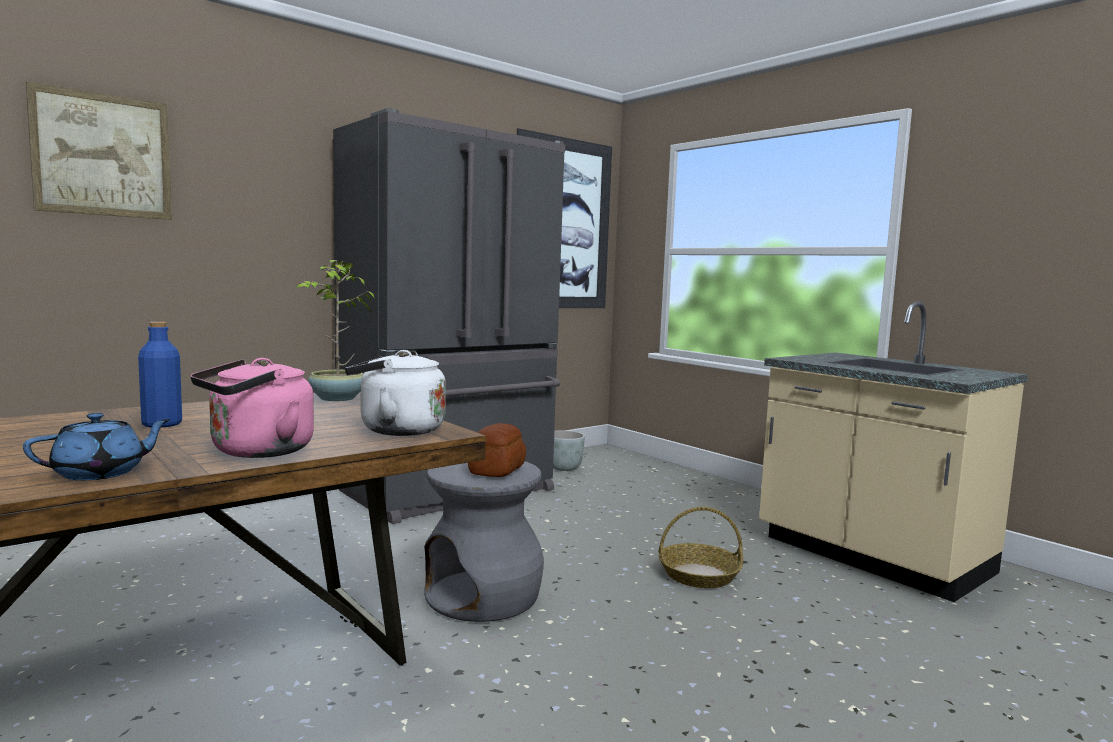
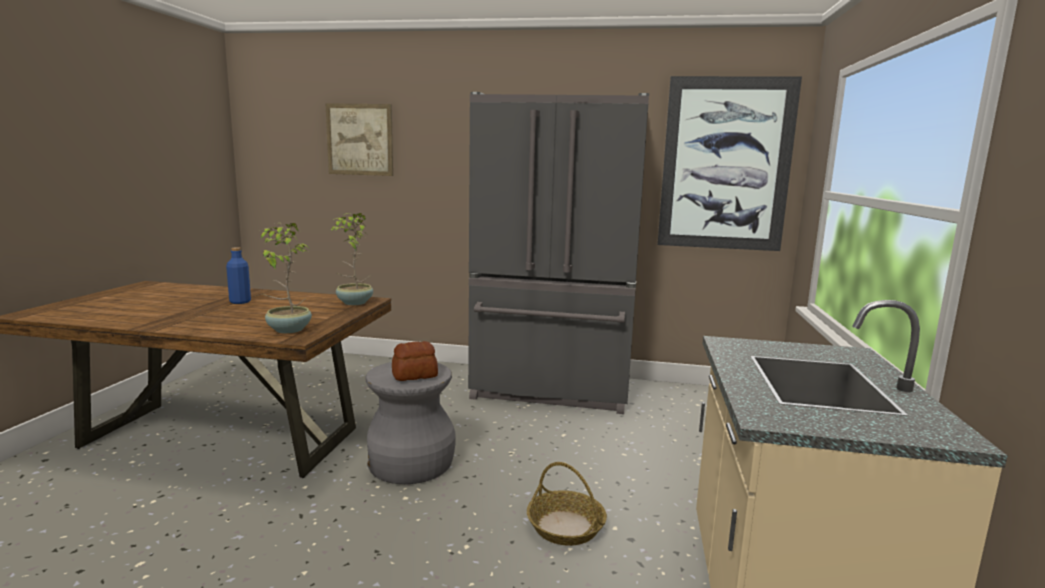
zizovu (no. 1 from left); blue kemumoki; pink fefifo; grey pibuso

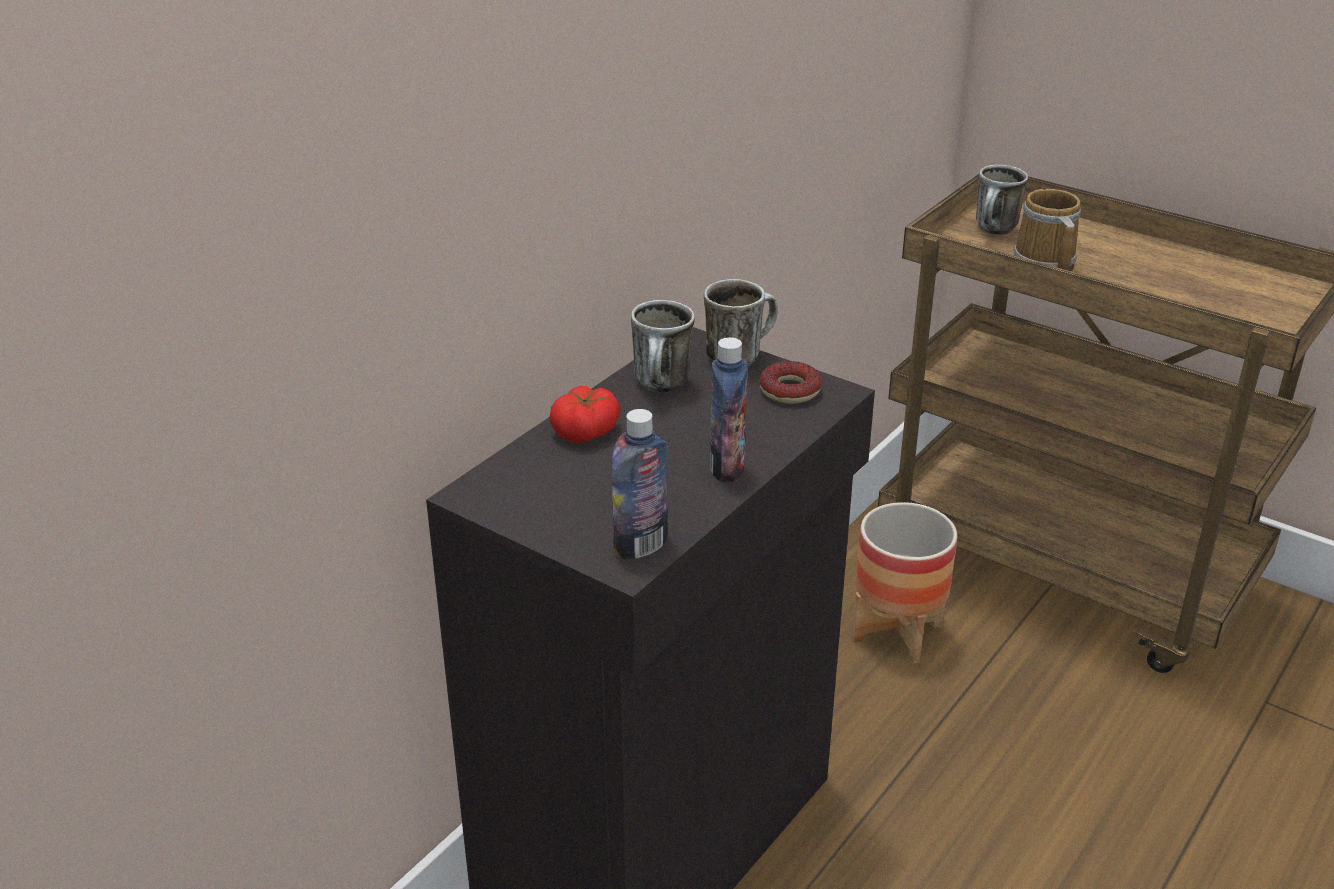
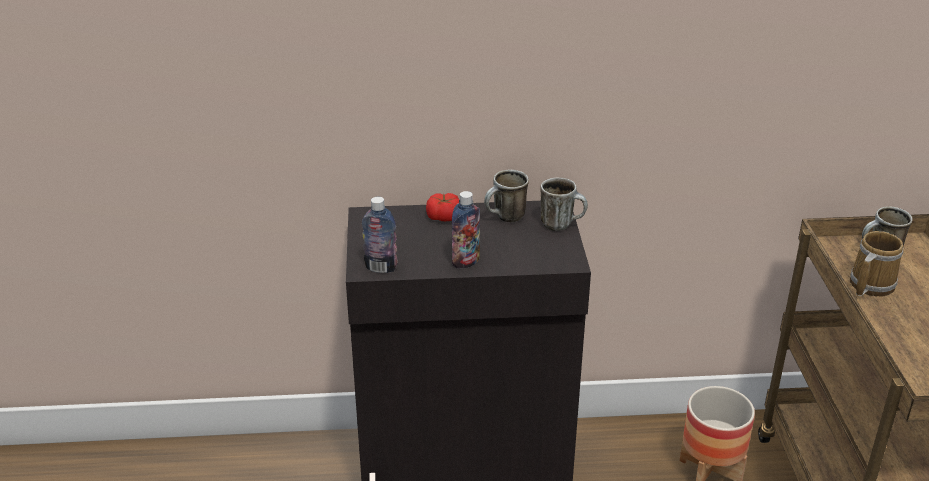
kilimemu

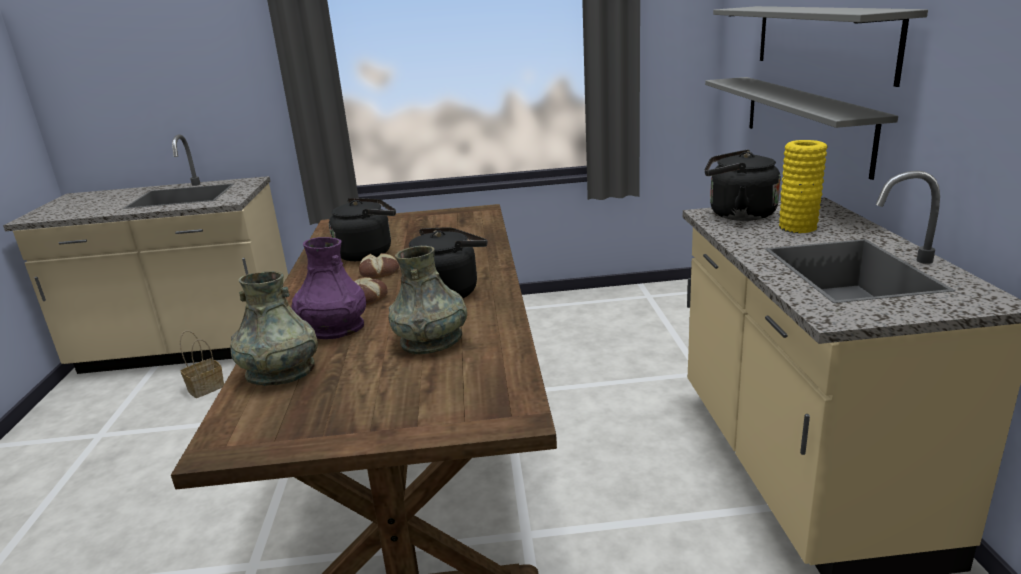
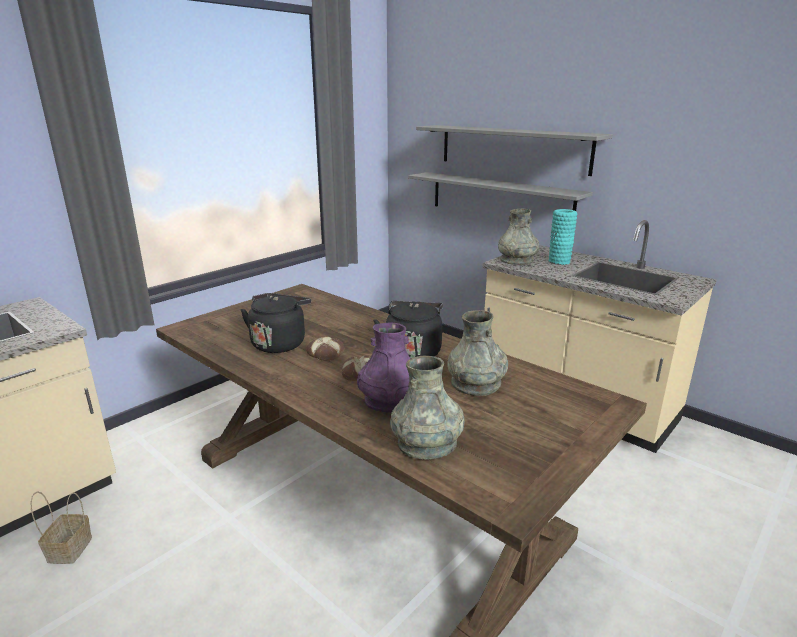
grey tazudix (no. 3 from left); turquoise tazudix

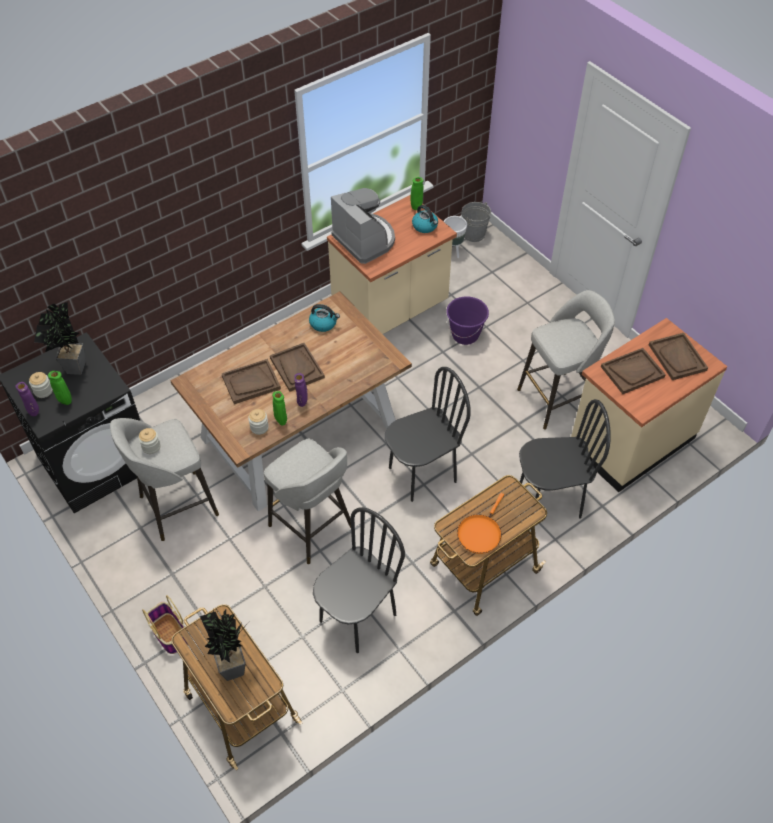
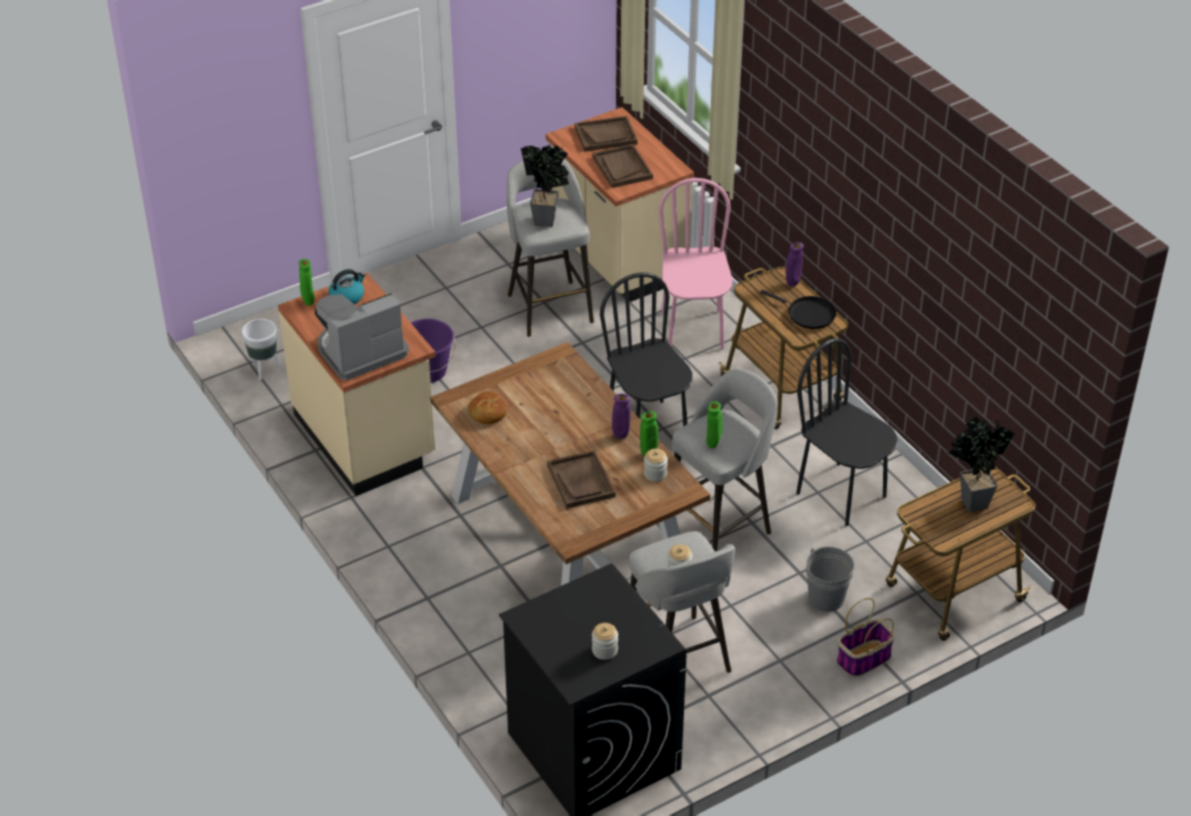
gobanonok; zizovu (no. 1 from left); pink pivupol; green tazudix (no. 3 from left); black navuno; purple tazudix (no. 2 from left); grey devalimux; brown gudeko (no. 2 from left in the first image)

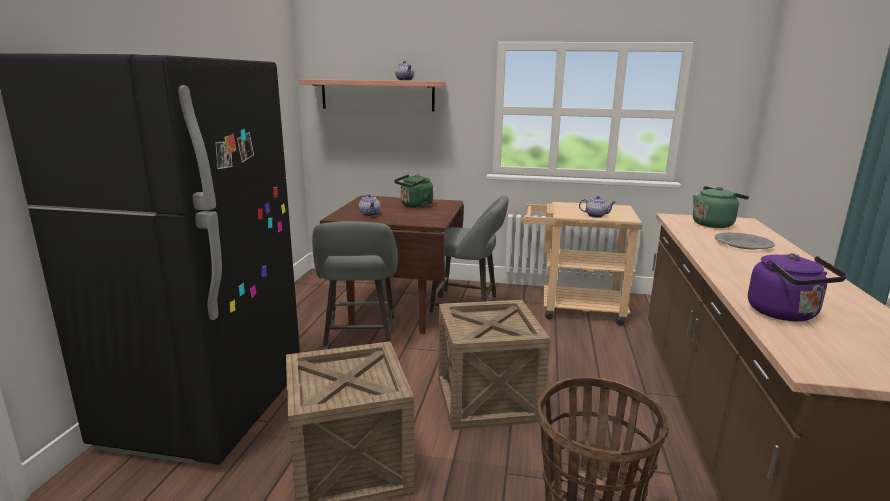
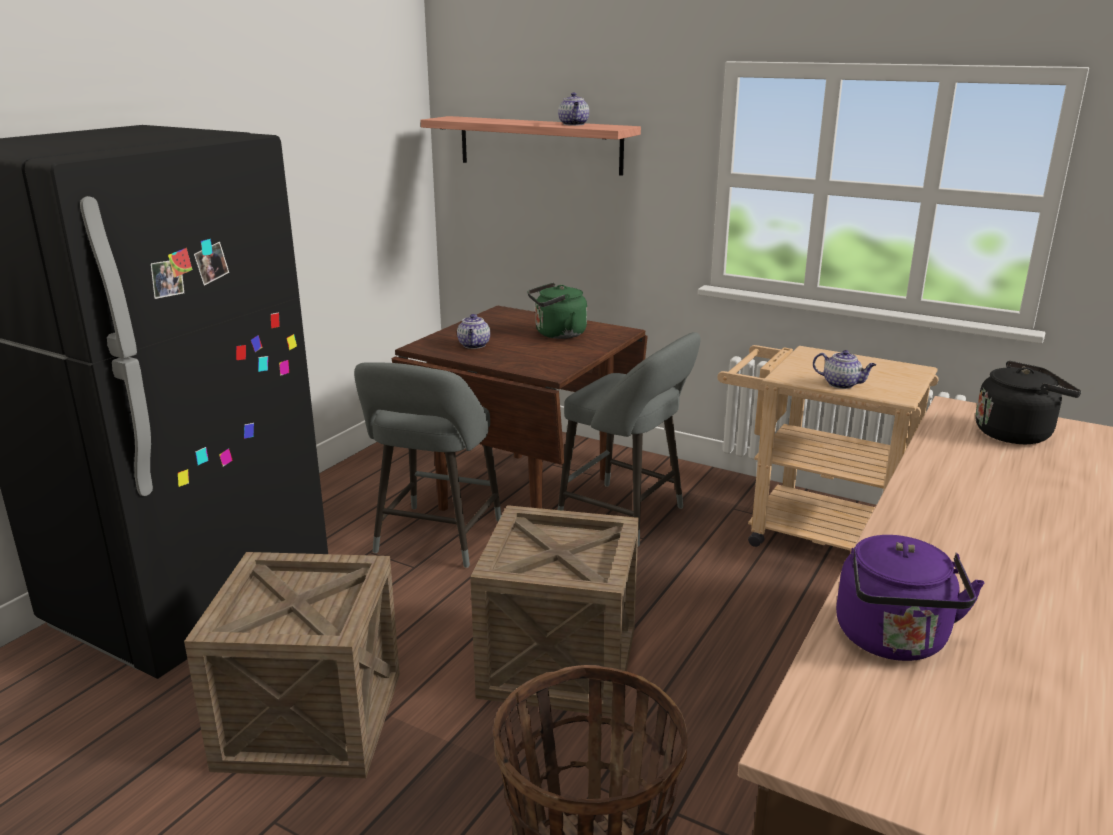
black fefifo; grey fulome

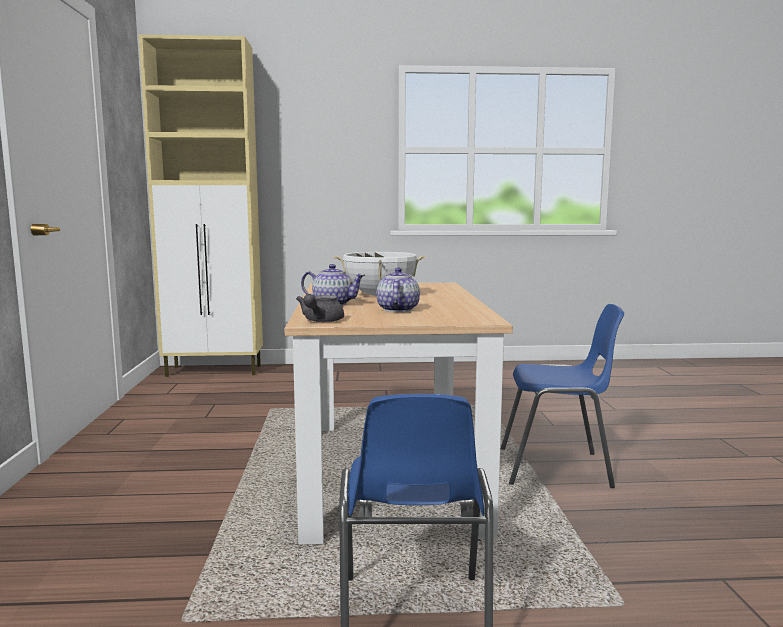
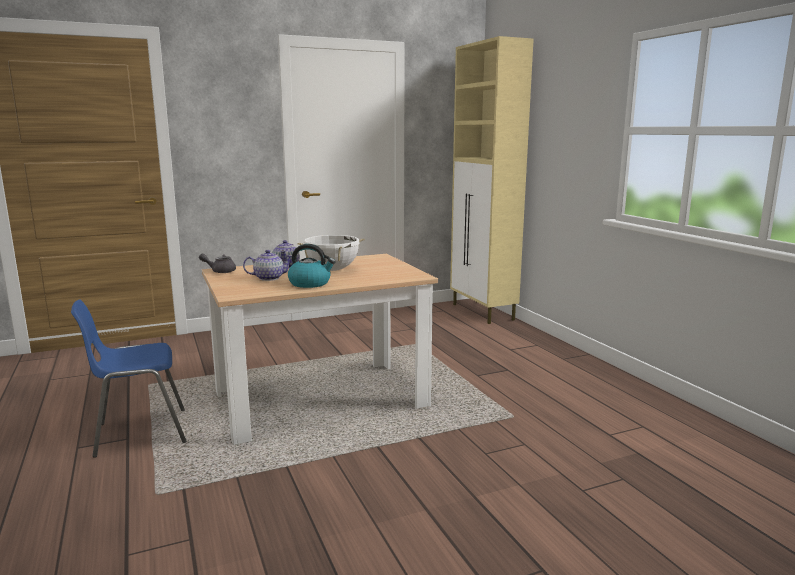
fefifo; blue pivupol (no. 2 from left in the first image)

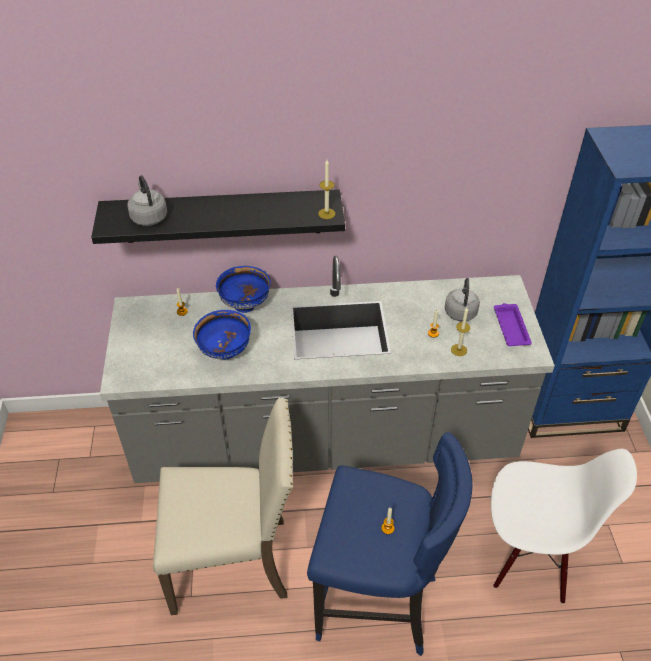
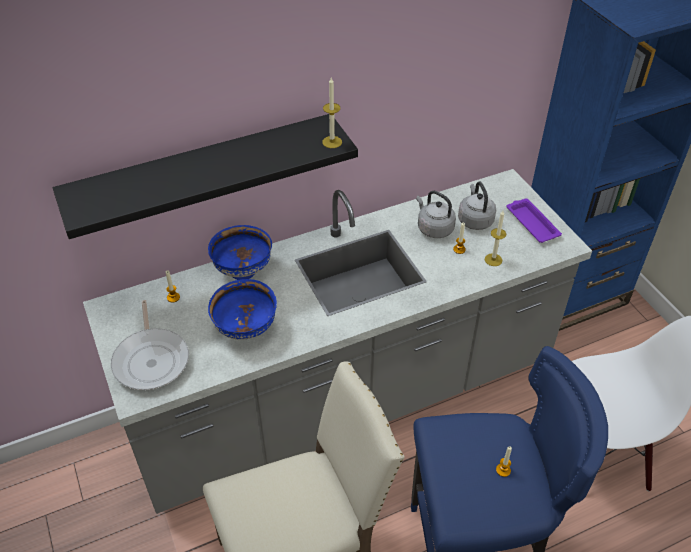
navuno; grey fefifo (no. 1 from left)

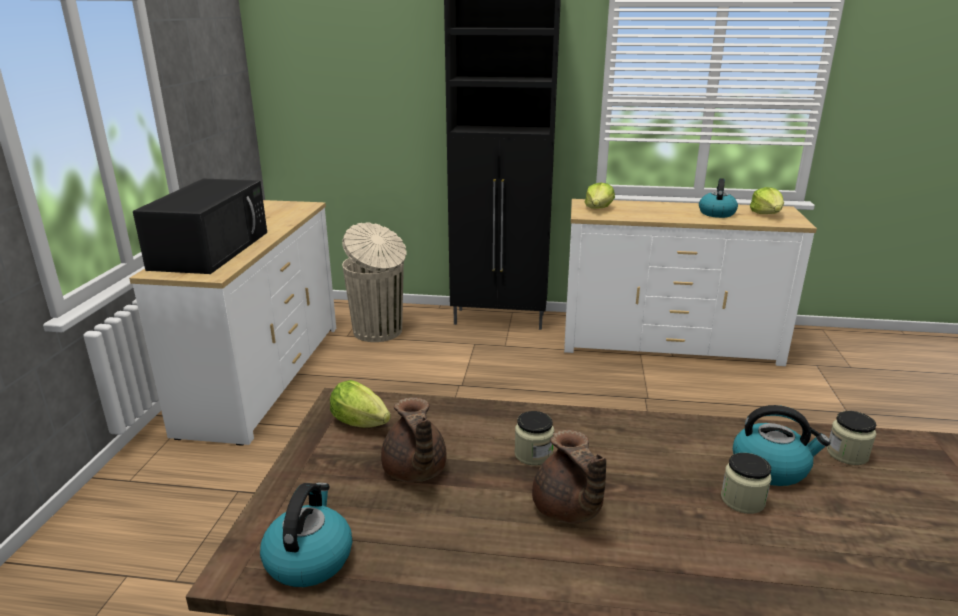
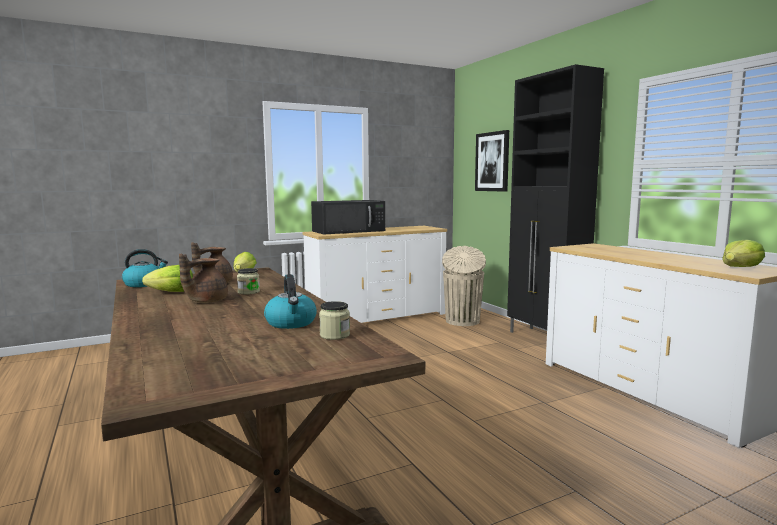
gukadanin (no. 1 from left); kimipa; fefifo (no. 2 from left in the first image); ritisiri (no. 2 from left in the first image)

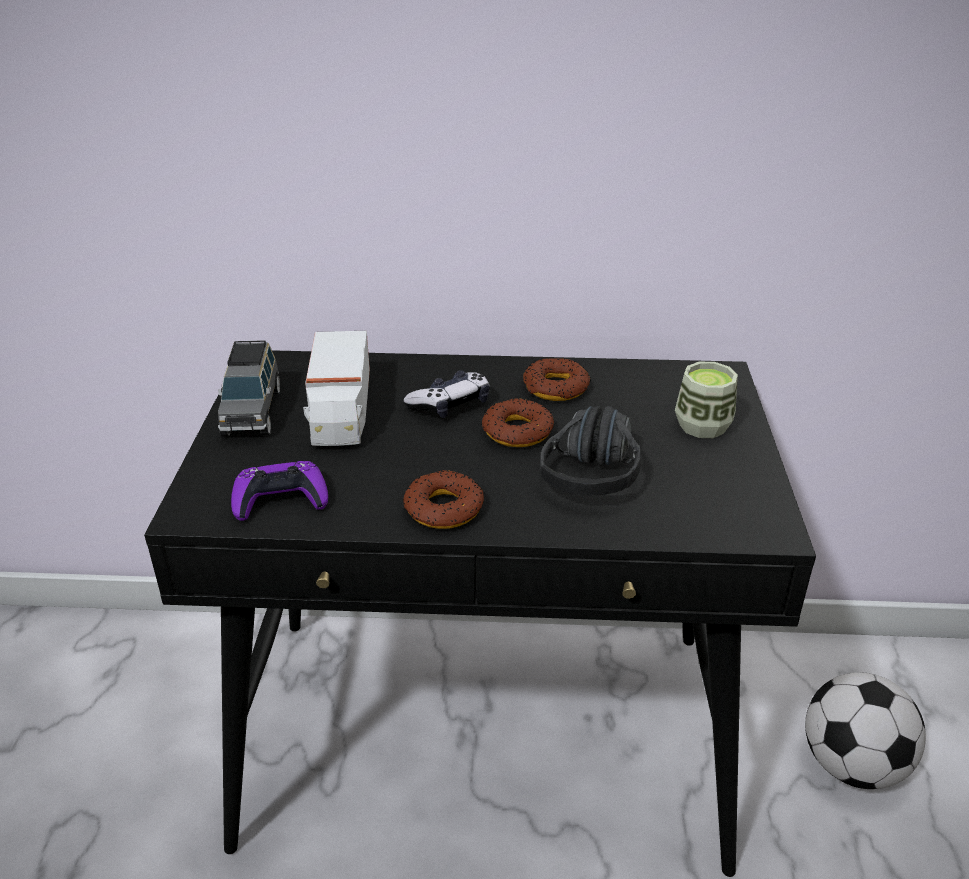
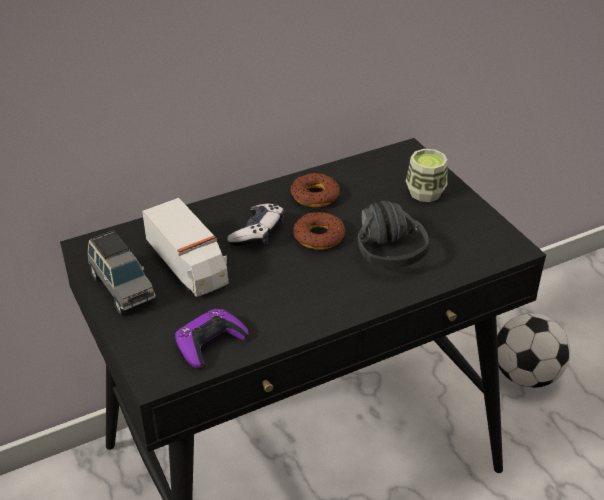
kilimemu (no. 1 from left in the first image)

